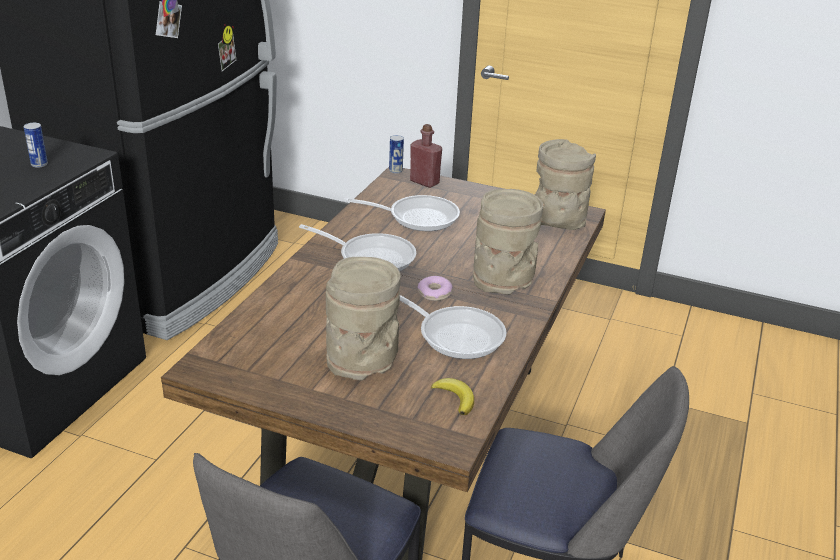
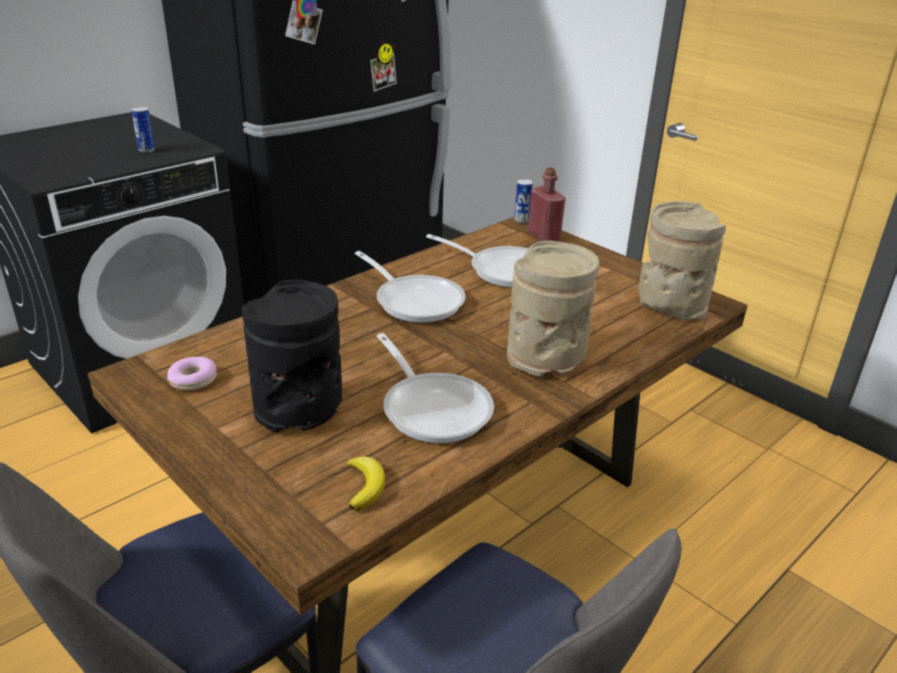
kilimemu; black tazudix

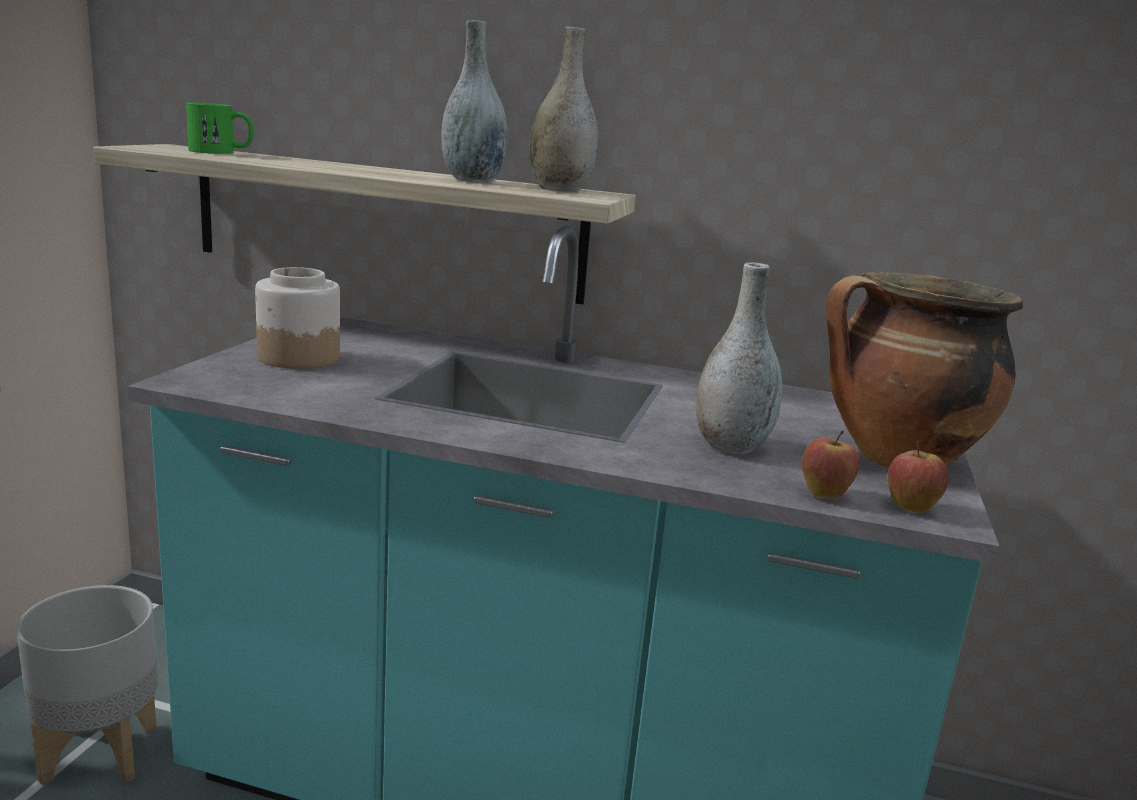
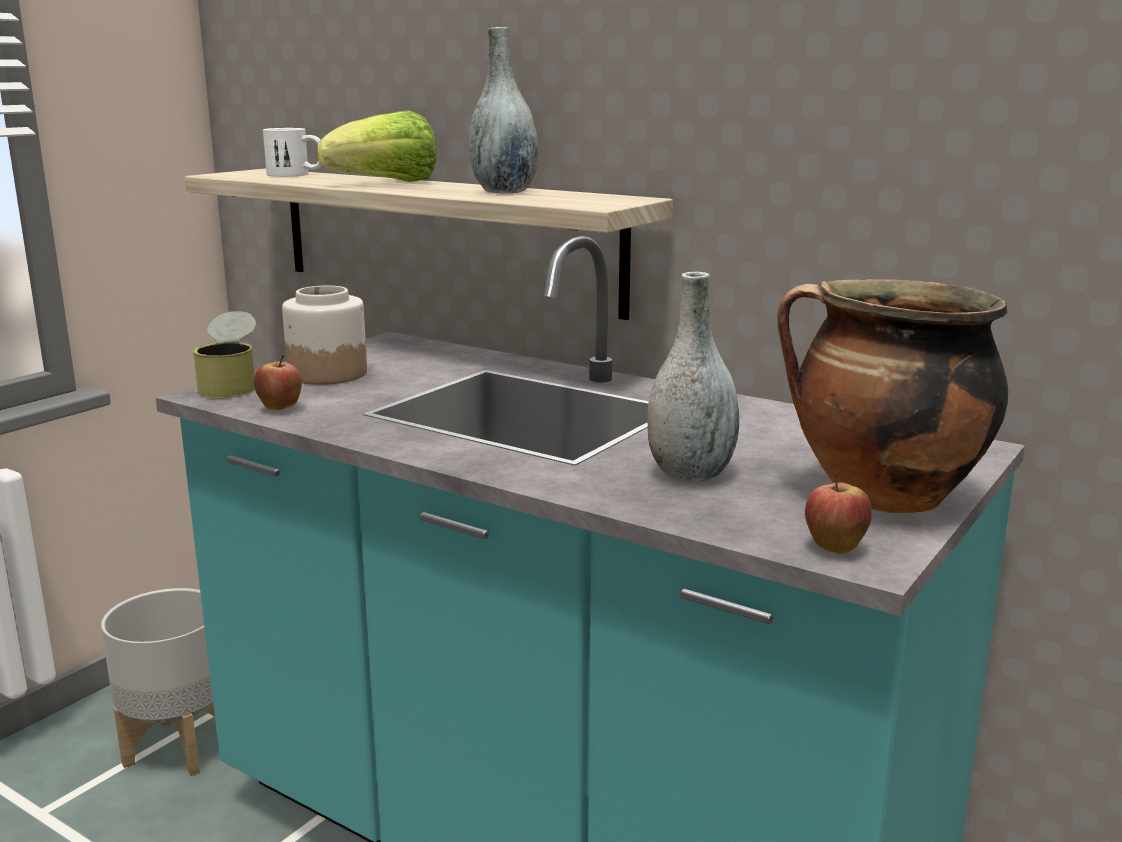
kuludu; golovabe (no. 1 from left); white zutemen; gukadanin; grey tazudix (no. 2 from left in the first image)

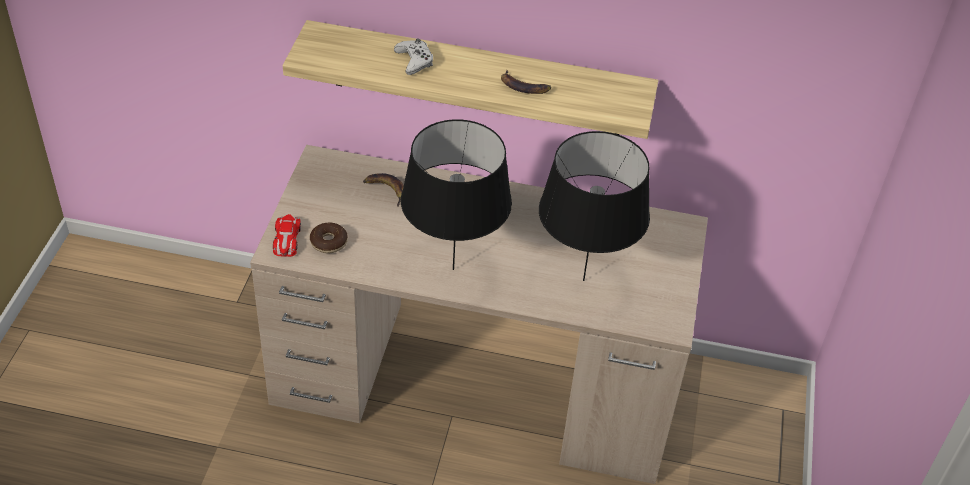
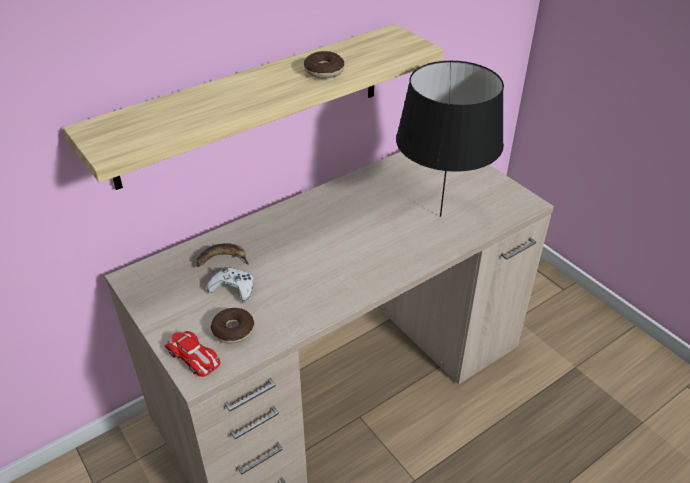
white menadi; kilimemu (no. 2 from left); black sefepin (no. 1 from left in the first image)

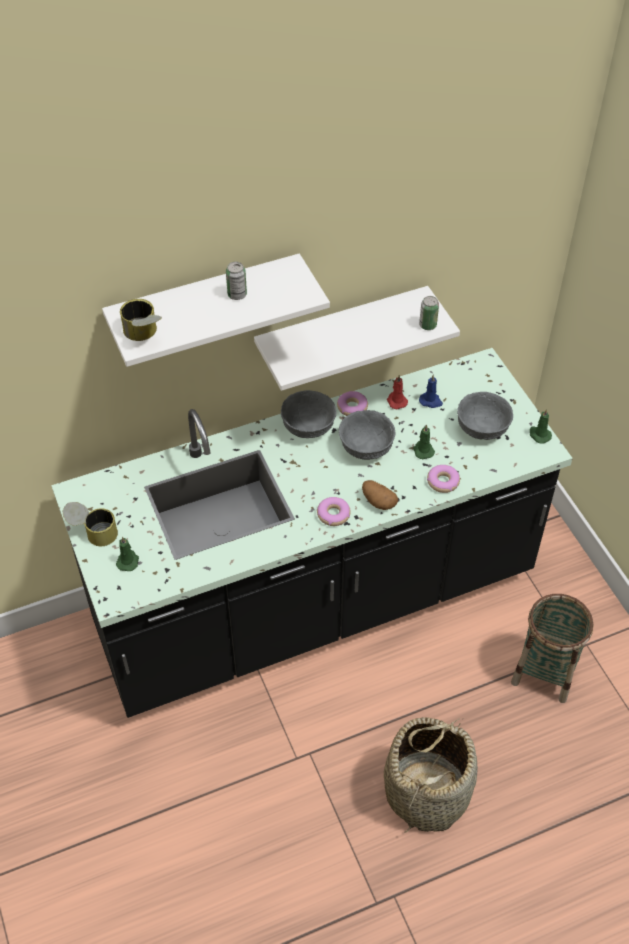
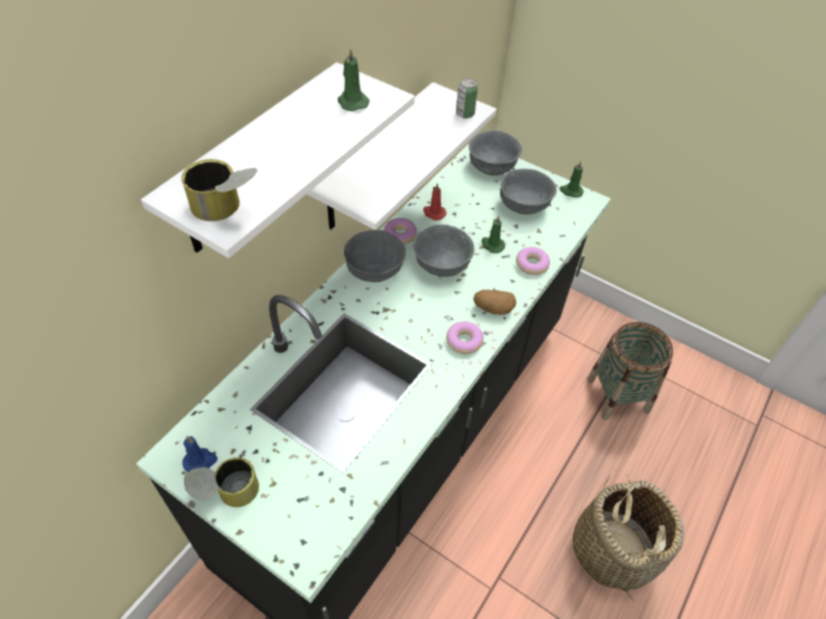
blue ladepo; green ladepo (no. 1 from left); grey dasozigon (no. 3 from left); kuludu (no. 3 from left in the first image)

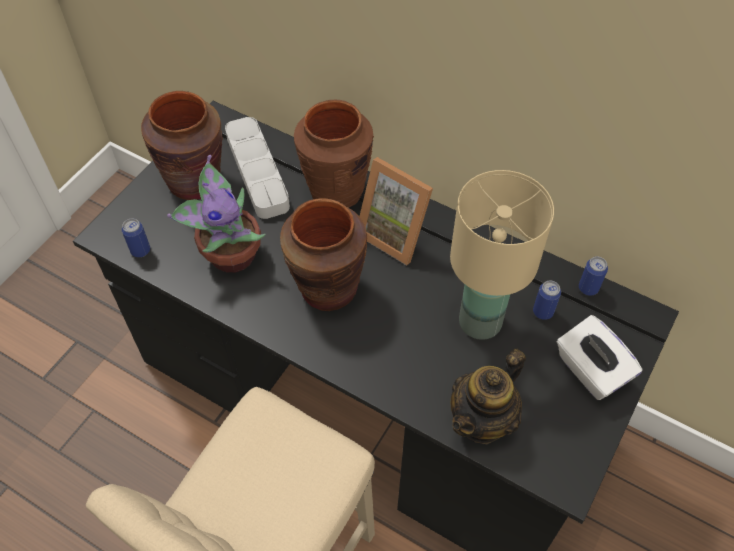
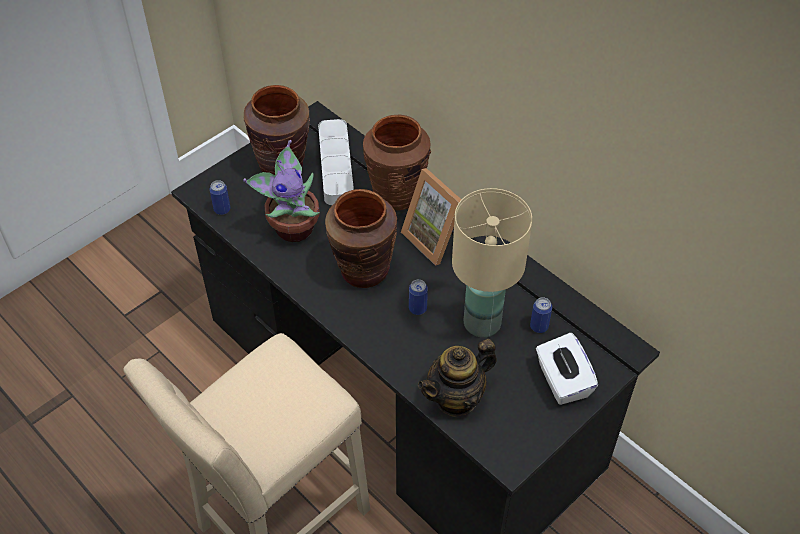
kuludu (no. 2 from left)

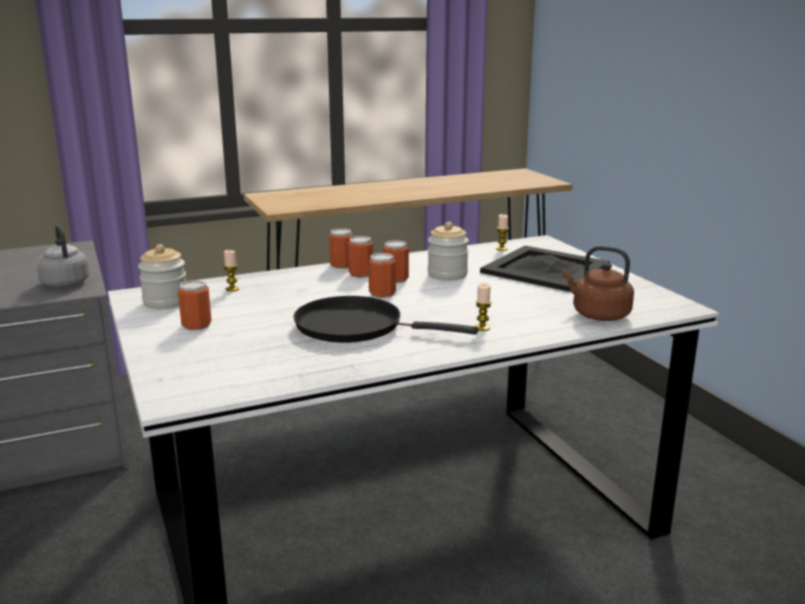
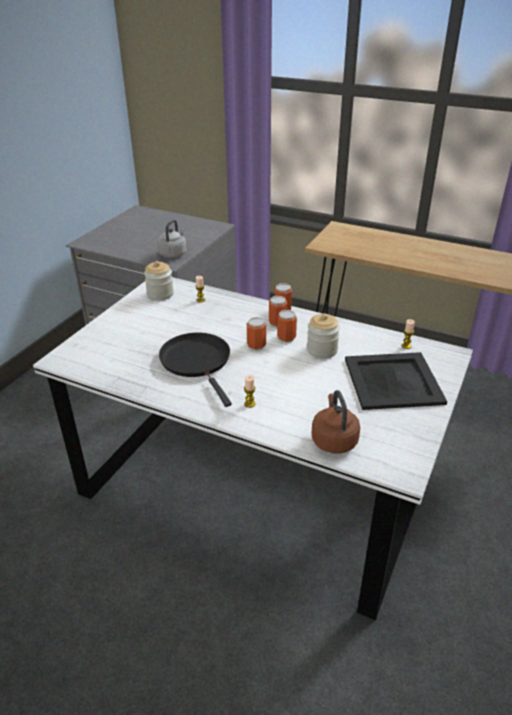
kuludu (no. 1 from left in the first image)

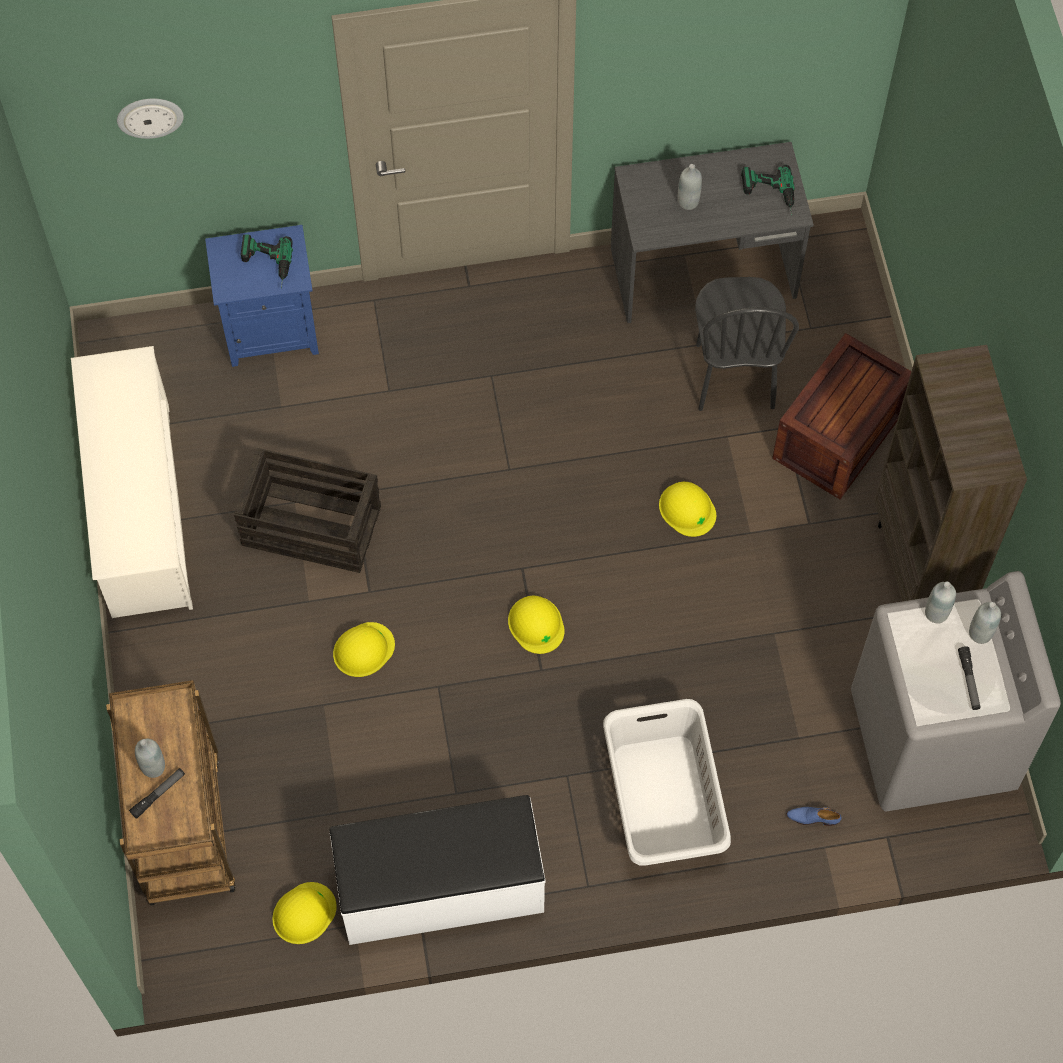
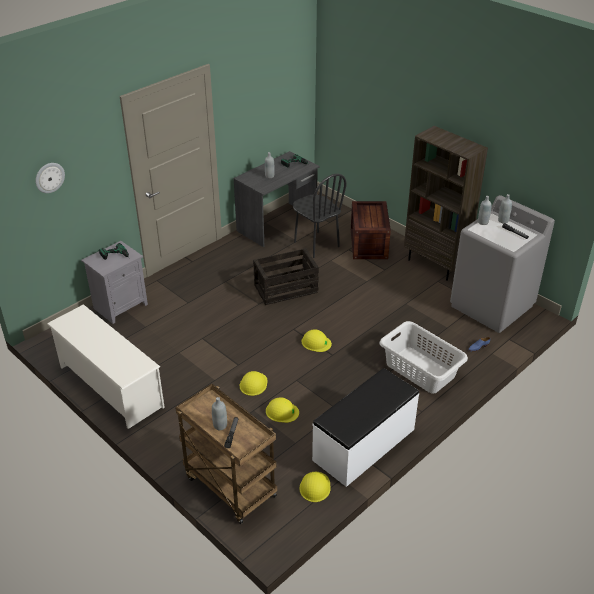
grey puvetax; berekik (no. 1 from left); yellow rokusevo (no. 2 from left)

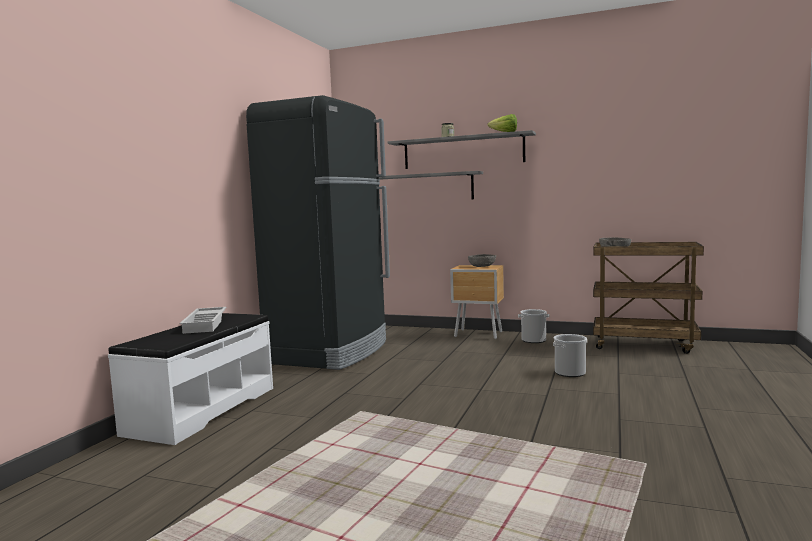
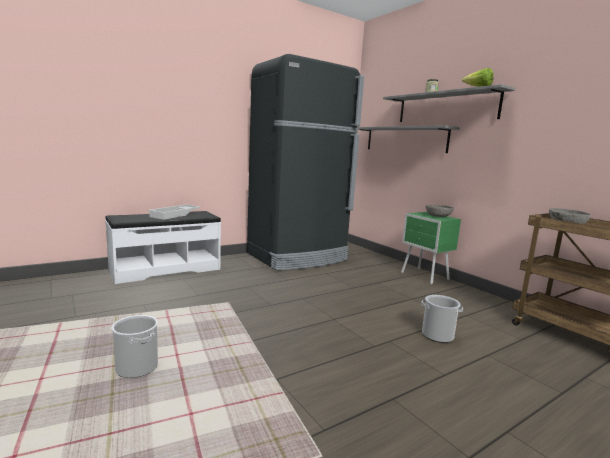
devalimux (no. 1 from left); green puvetax

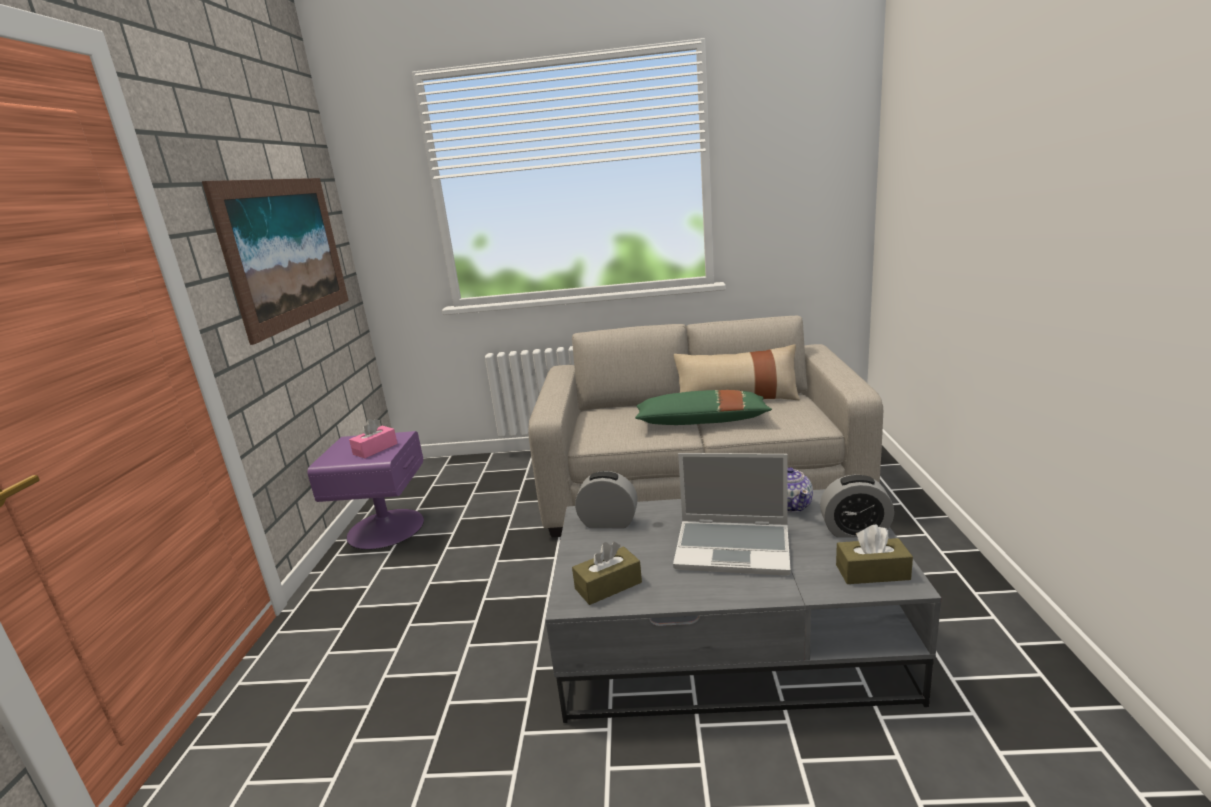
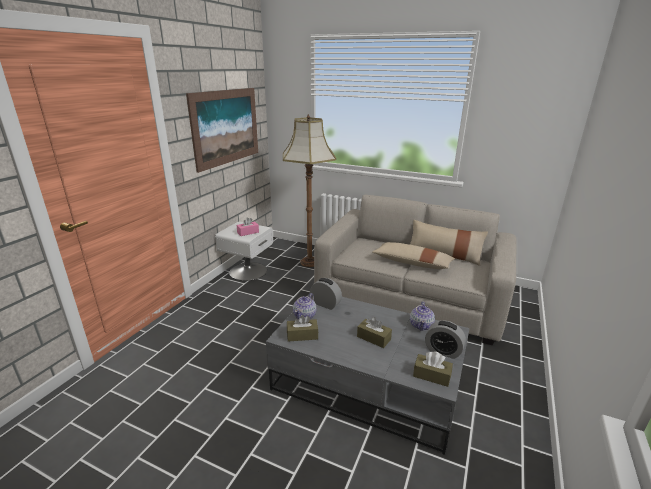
white puvetax; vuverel; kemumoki (no. 1 from left); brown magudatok (no. 2 from left); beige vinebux (no. 1 from left)

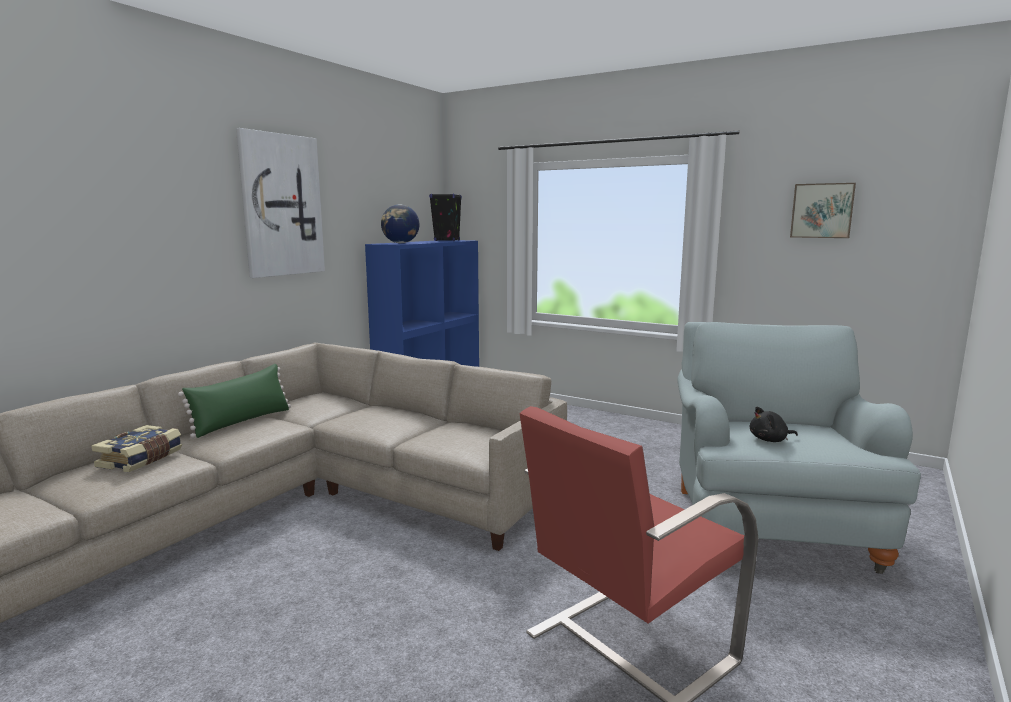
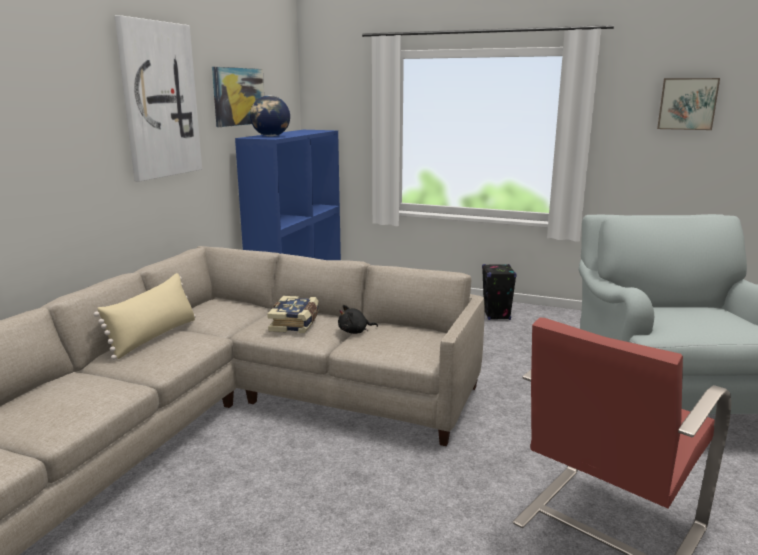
beige vinebux; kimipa (no. 2 from left); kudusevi; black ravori; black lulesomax

